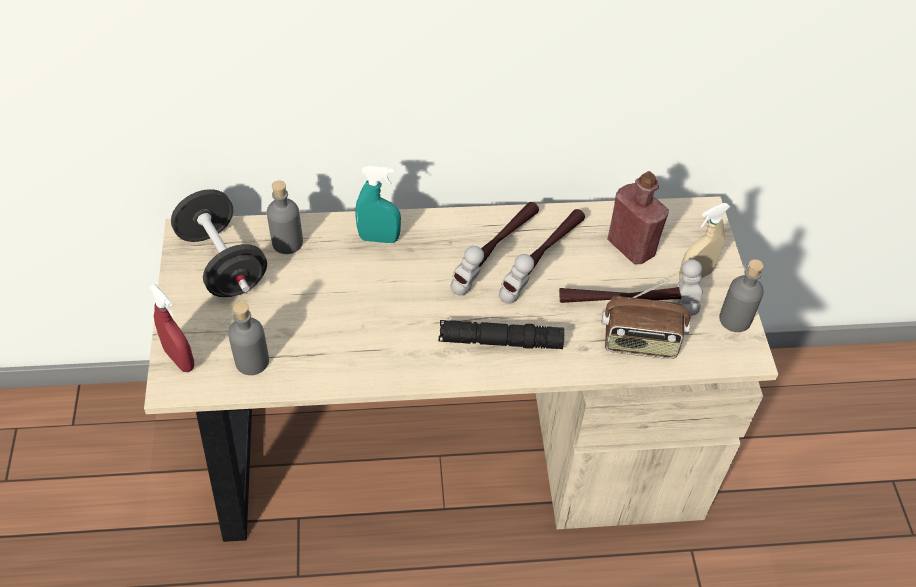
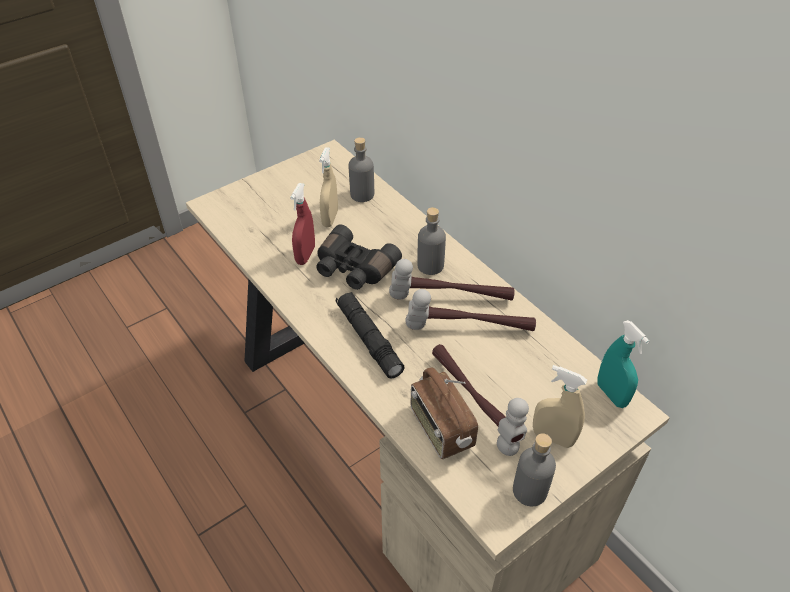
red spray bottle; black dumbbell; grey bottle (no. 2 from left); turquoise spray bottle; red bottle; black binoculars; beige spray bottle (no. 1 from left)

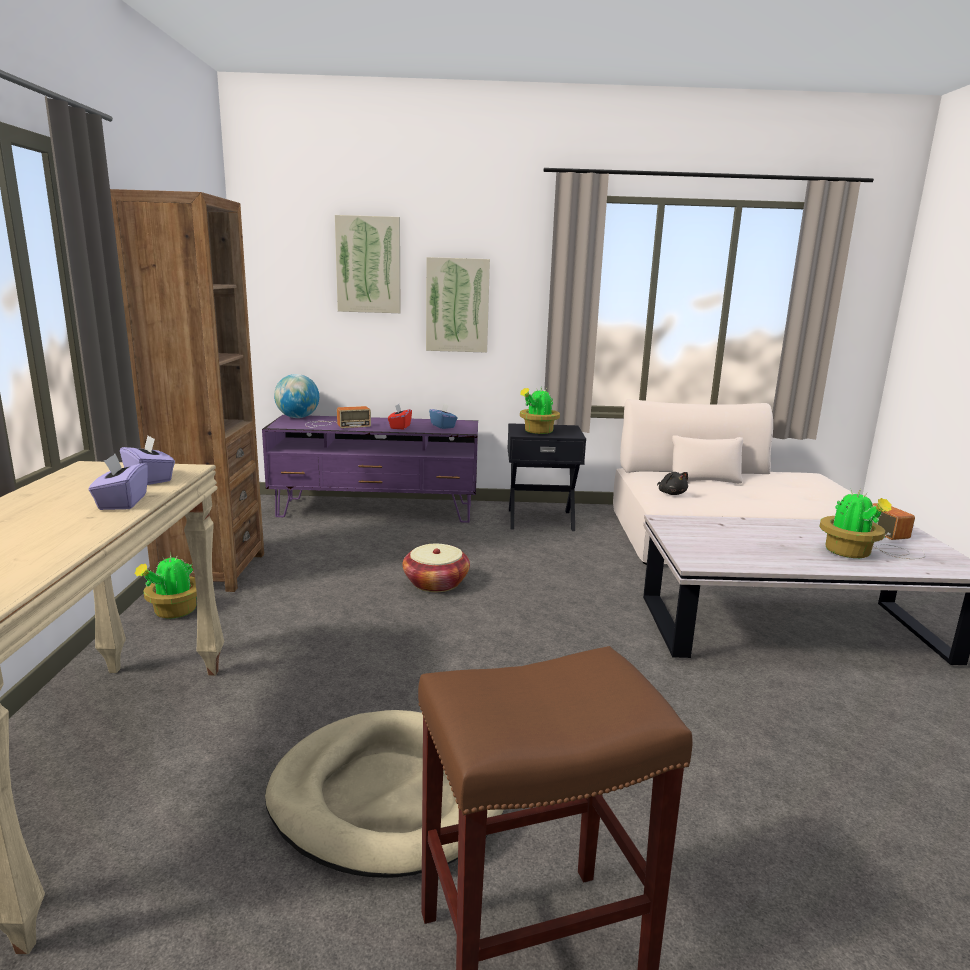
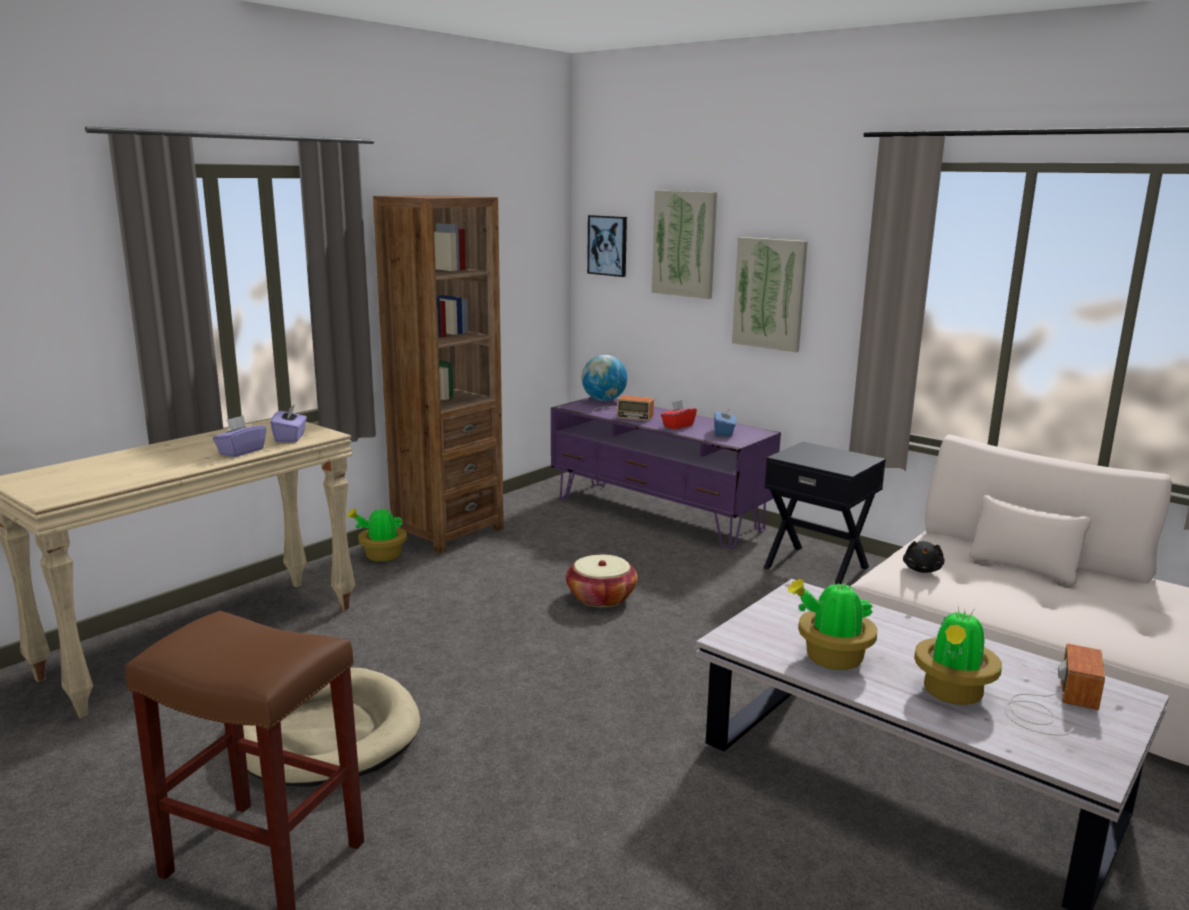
potted plant (no. 2 from left); picture (no. 1 from left)

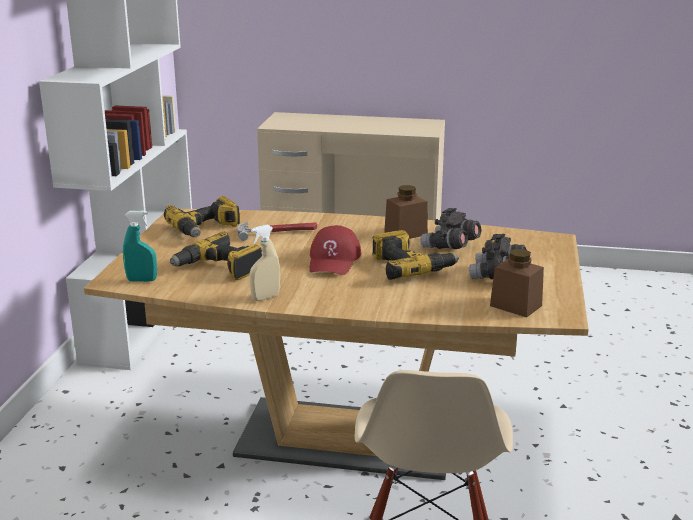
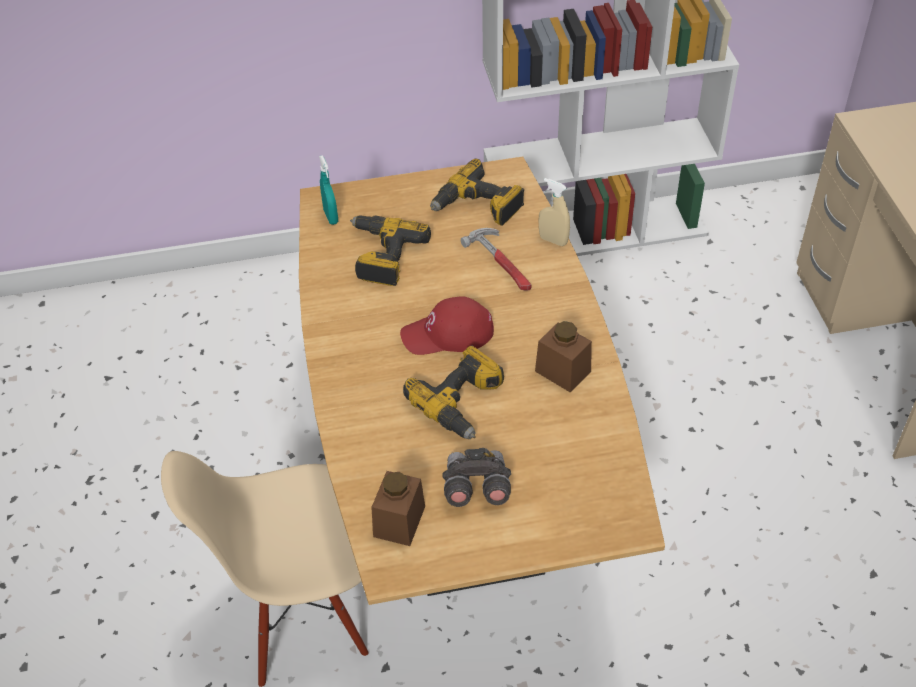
beige spray bottle; grey binoculars (no. 1 from left in the first image)

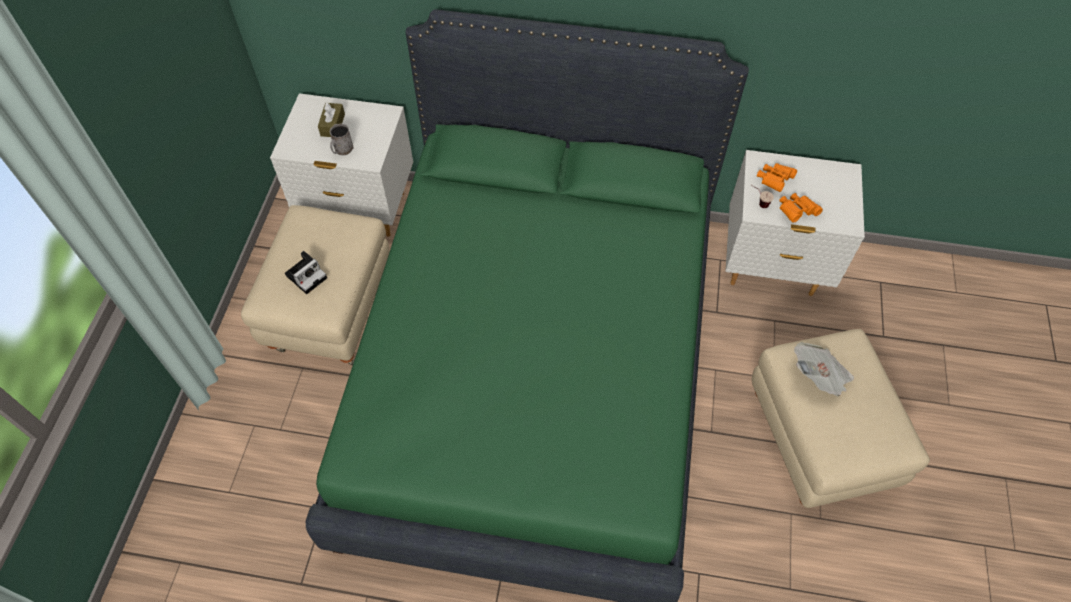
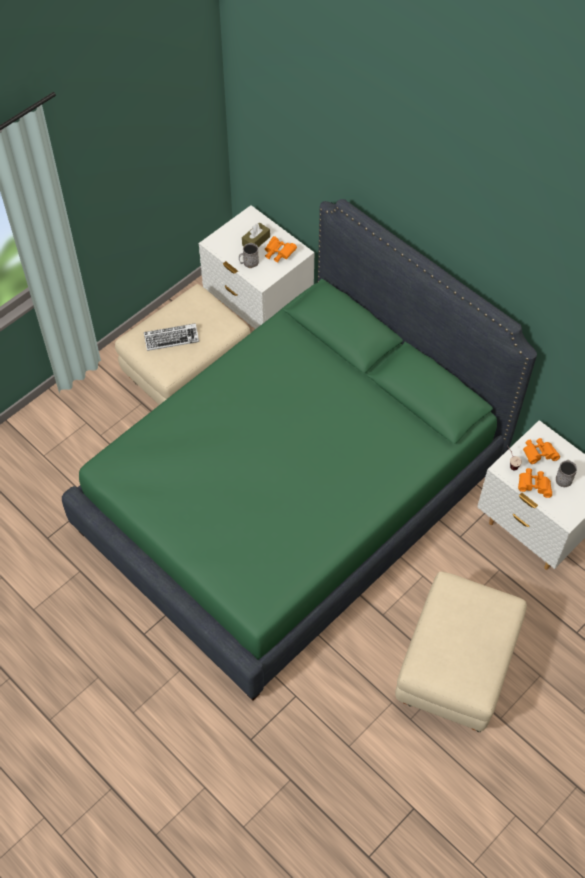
keyboard; newspaper; orange binoculars (no. 1 from left); grey mug (no. 2 from left)

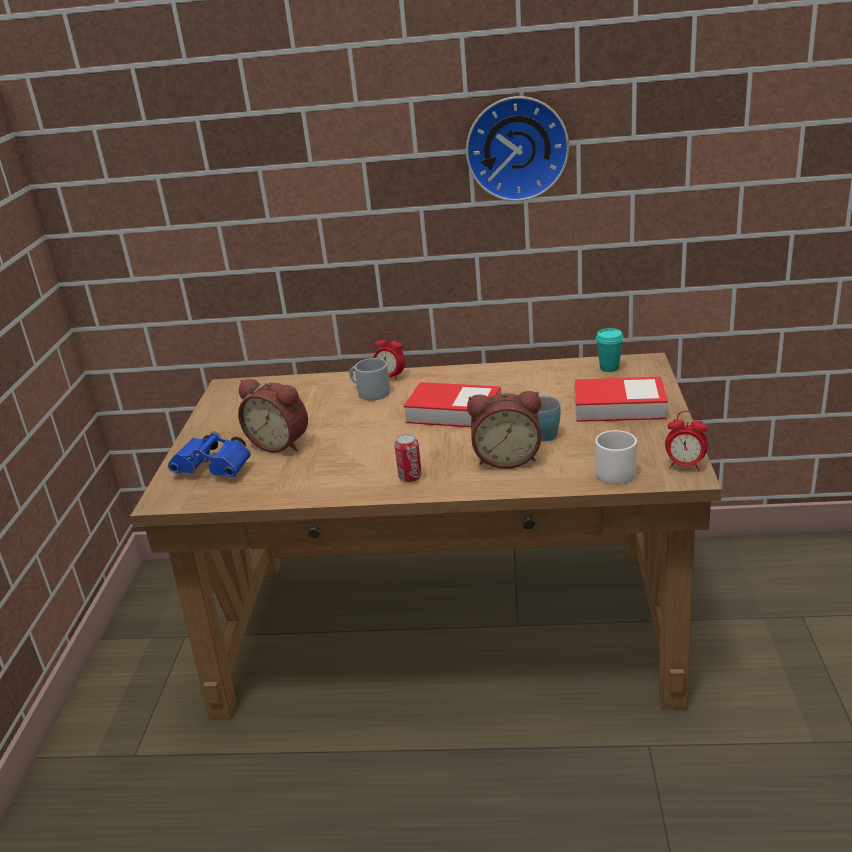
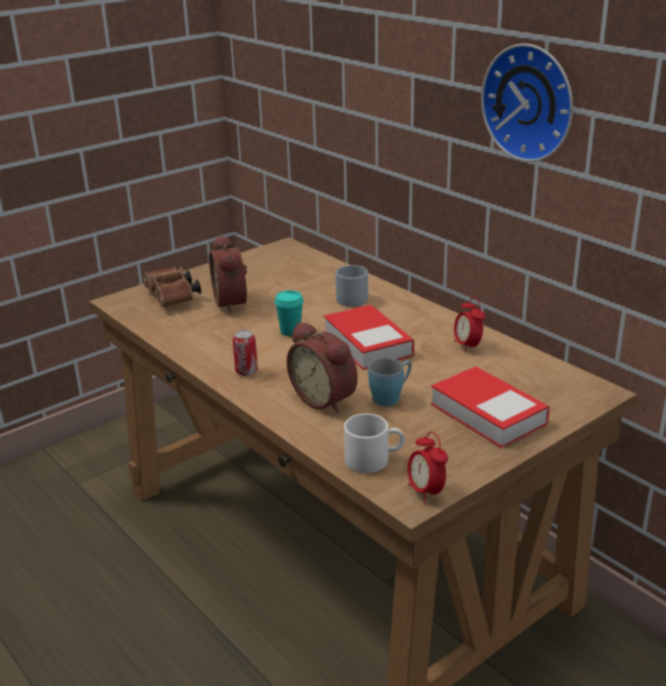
brown binoculars; alarm clock (no. 4 from left); turquoise cup

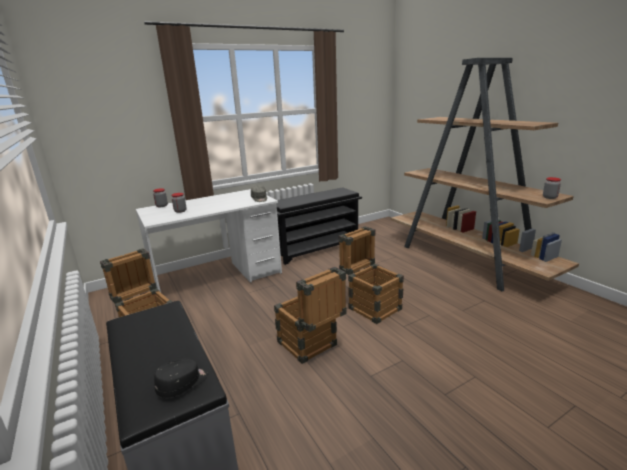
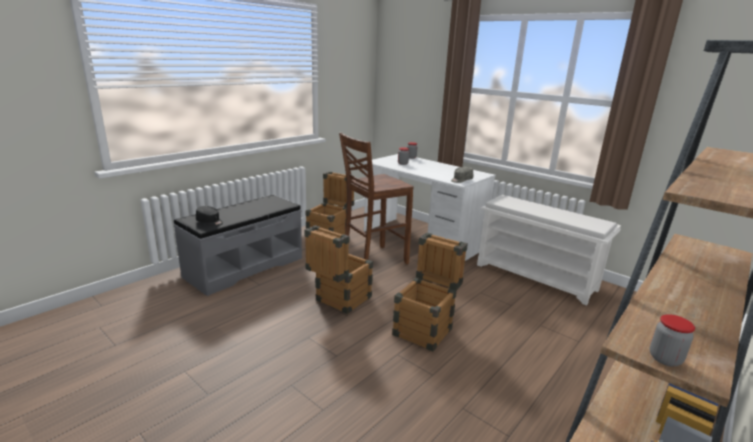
white shoe rack; brown stool

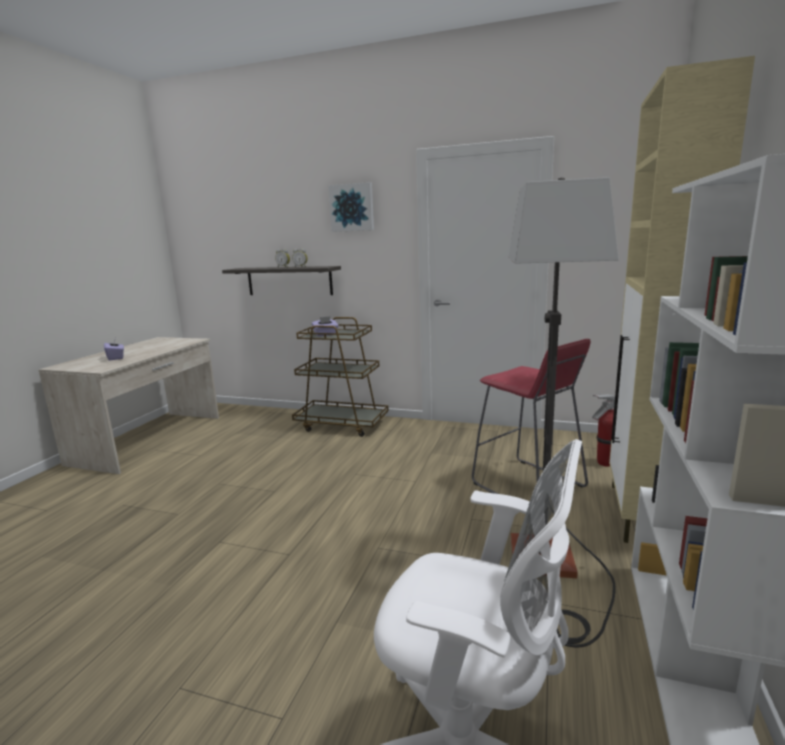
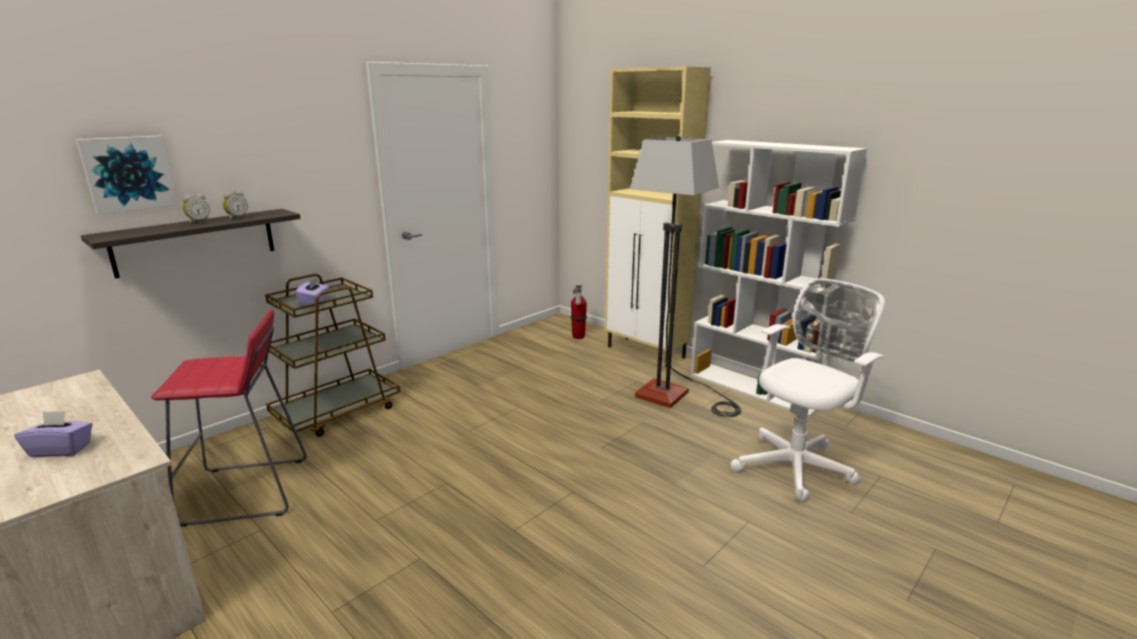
picture; red stool

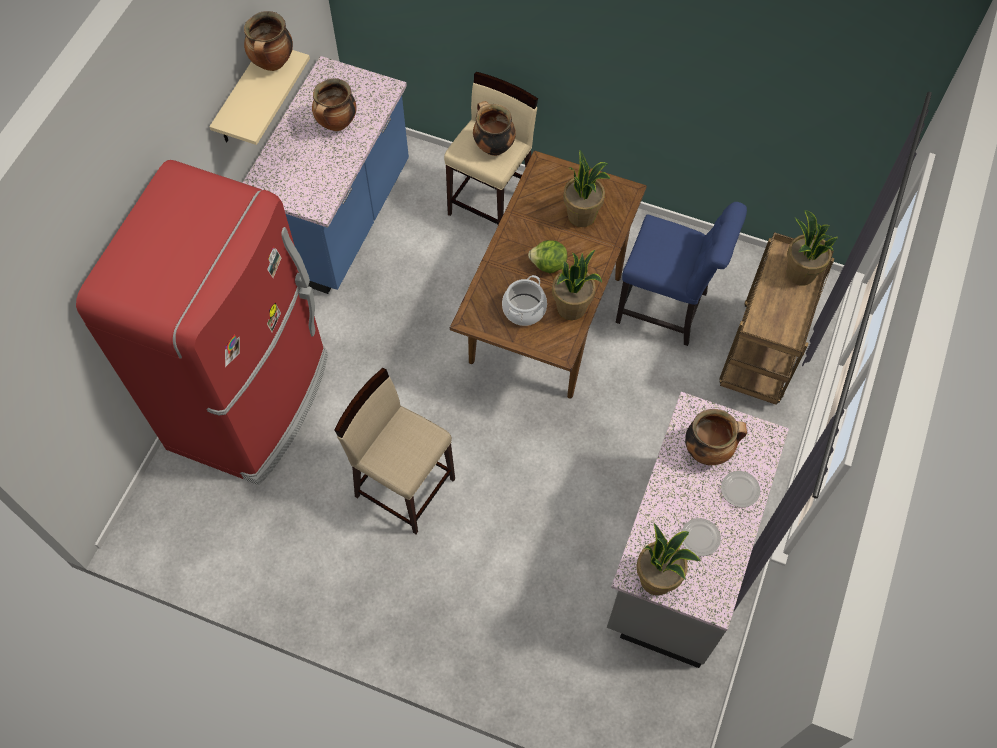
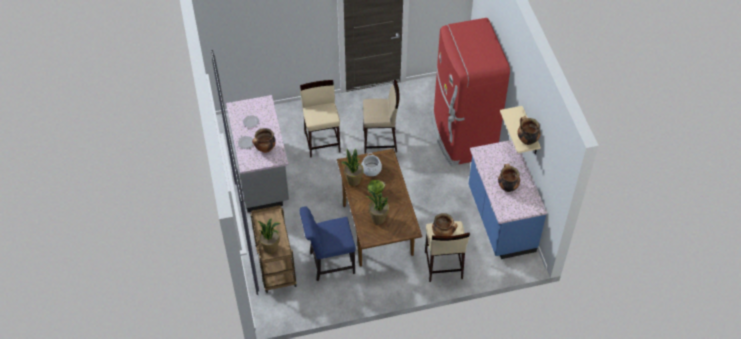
potted plant (no. 3 from left in the first image); beige stool (no. 1 from left)

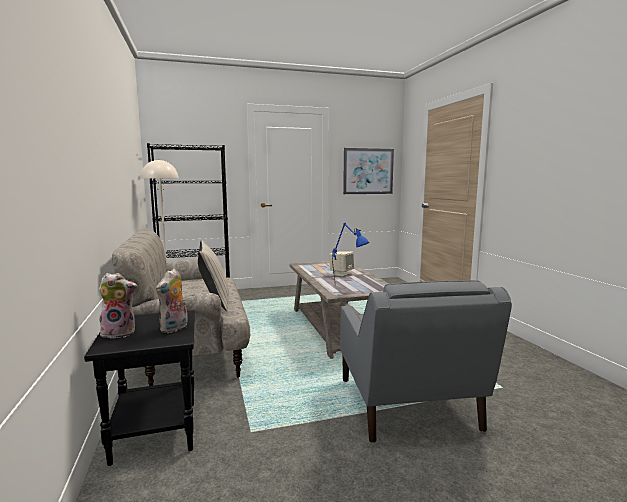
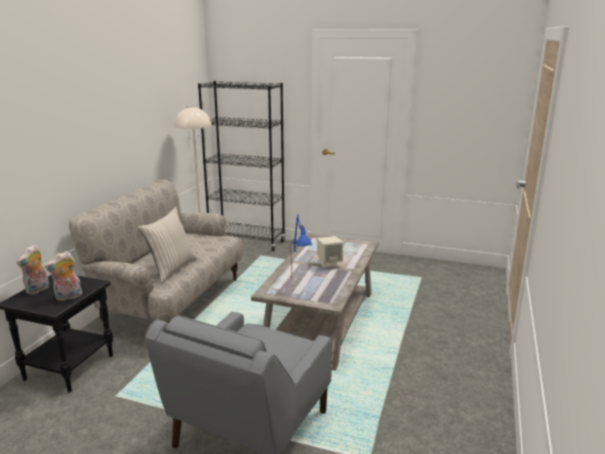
plush toy (no. 1 from left); picture

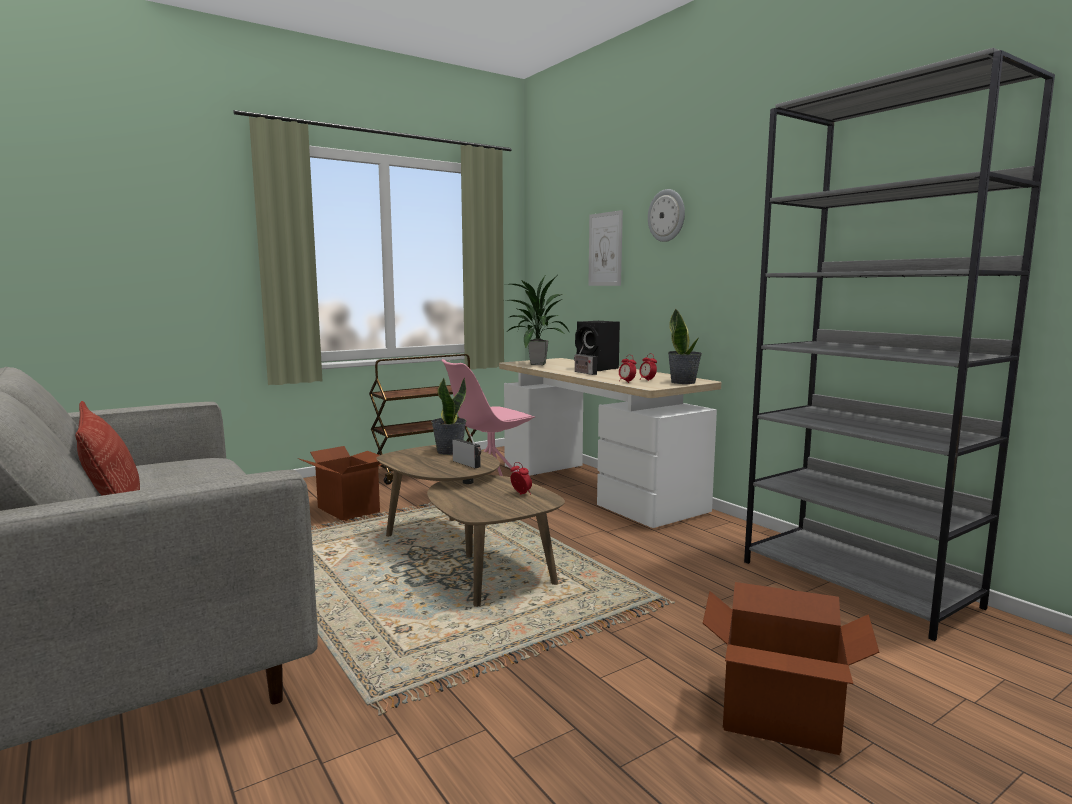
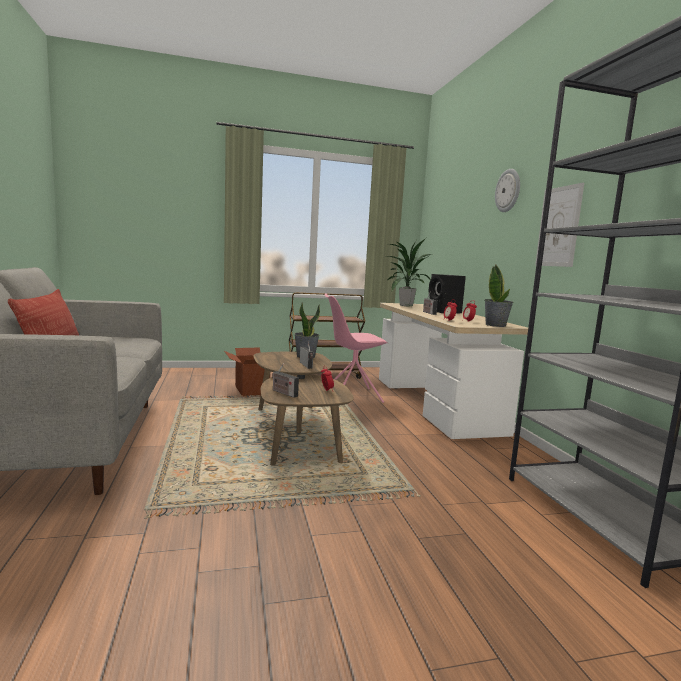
picture; cardboard box (no. 2 from left in the first image); radio (no. 1 from left)

